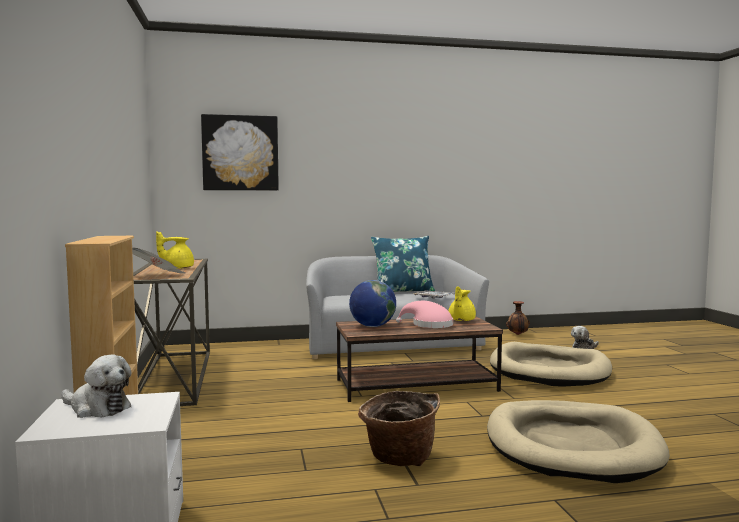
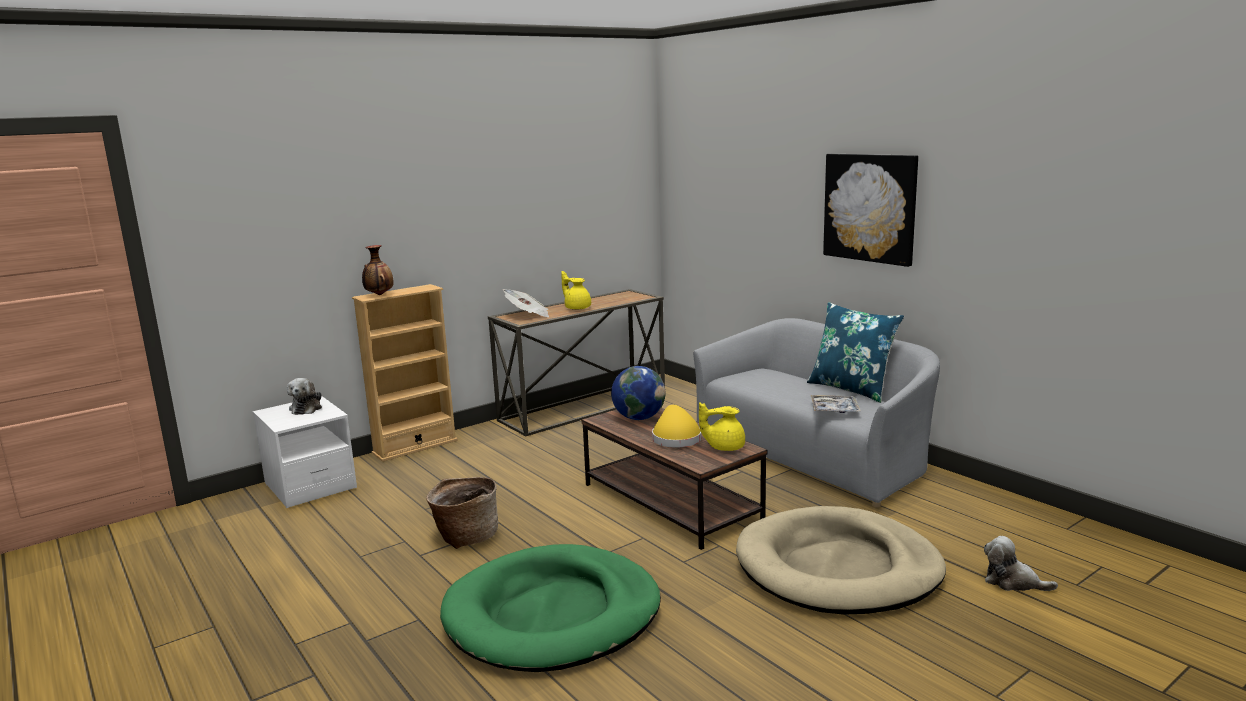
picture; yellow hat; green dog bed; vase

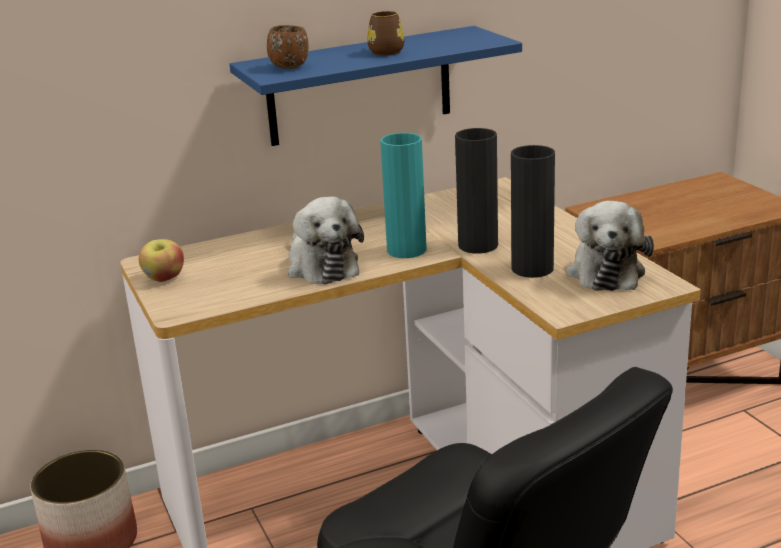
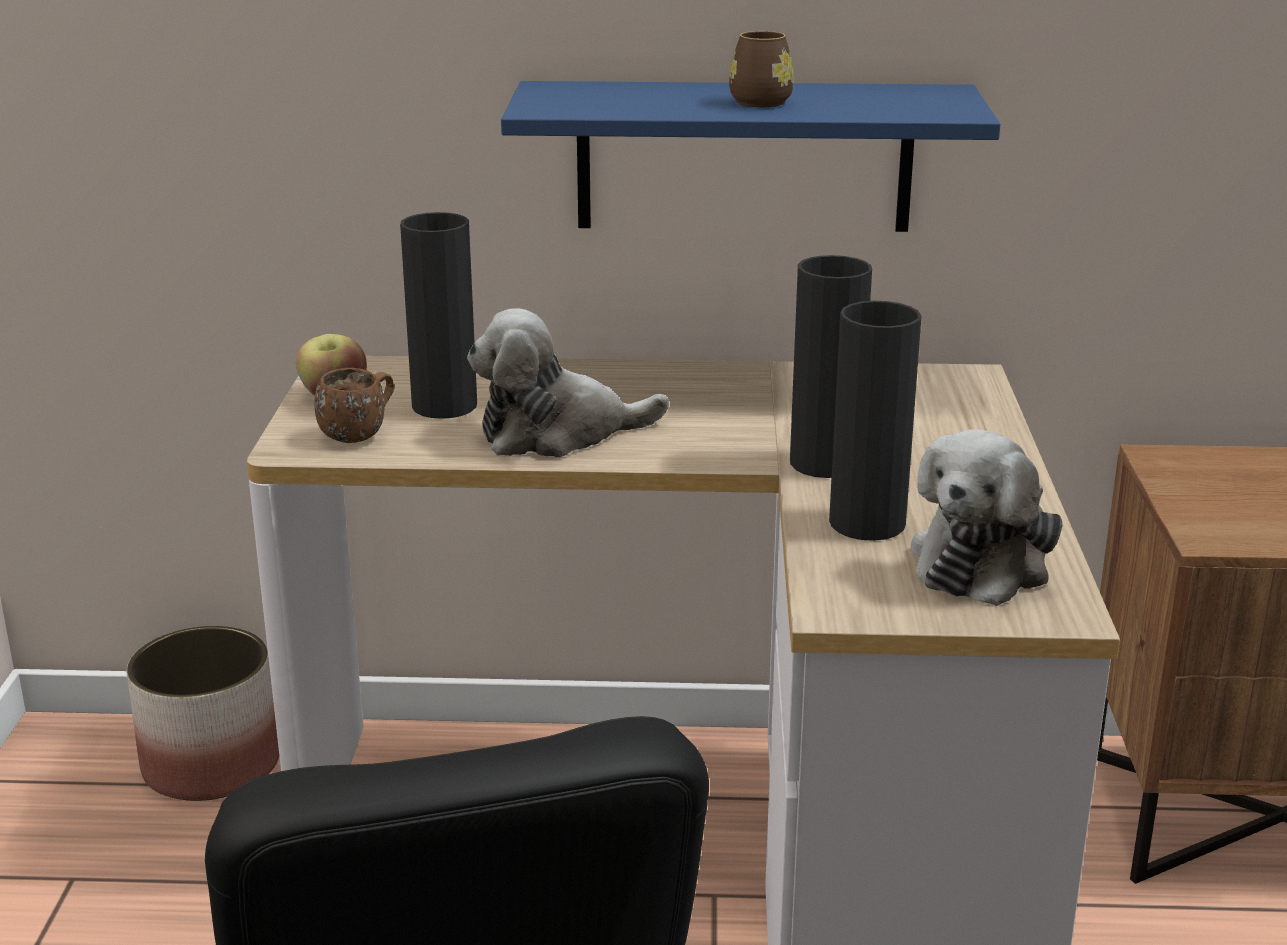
brown mug (no. 1 from left); plush toy (no. 1 from left); turquoise vase; black vase (no. 1 from left)

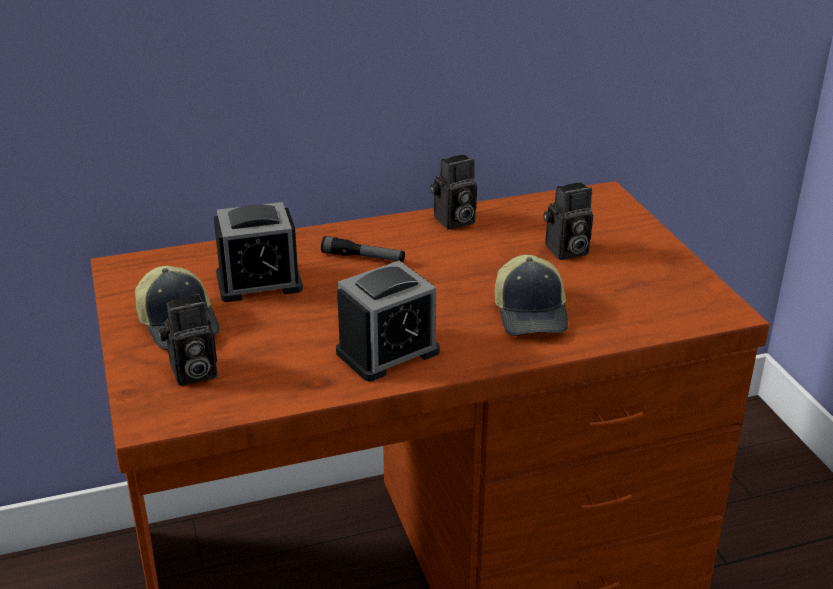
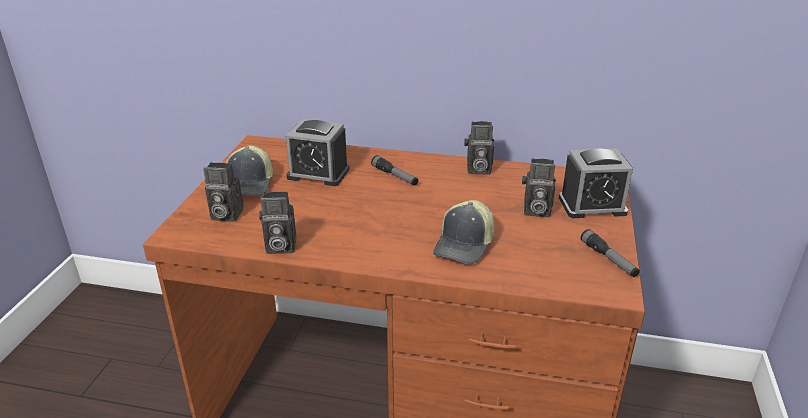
alarm clock (no. 2 from left); photo camera (no. 2 from left); flashlight (no. 2 from left)

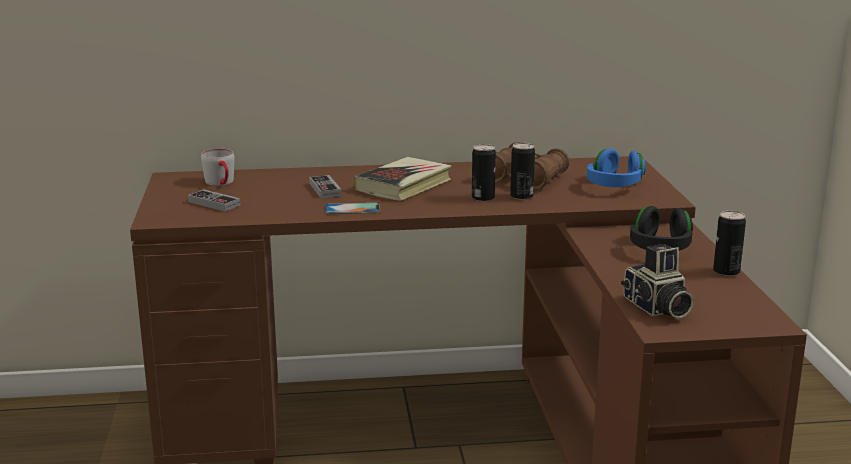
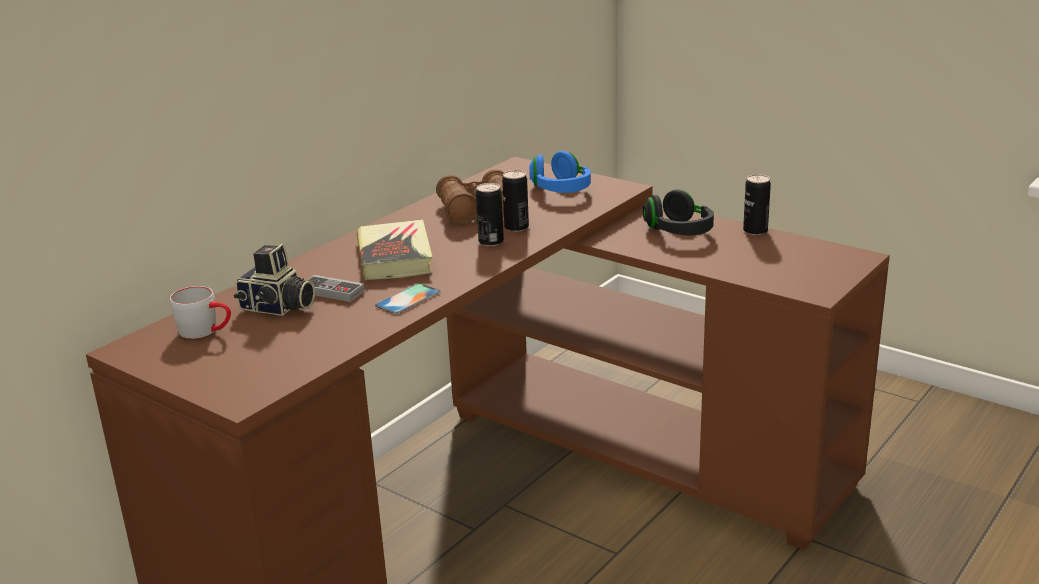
game controller (no. 1 from left in the first image); photo camera

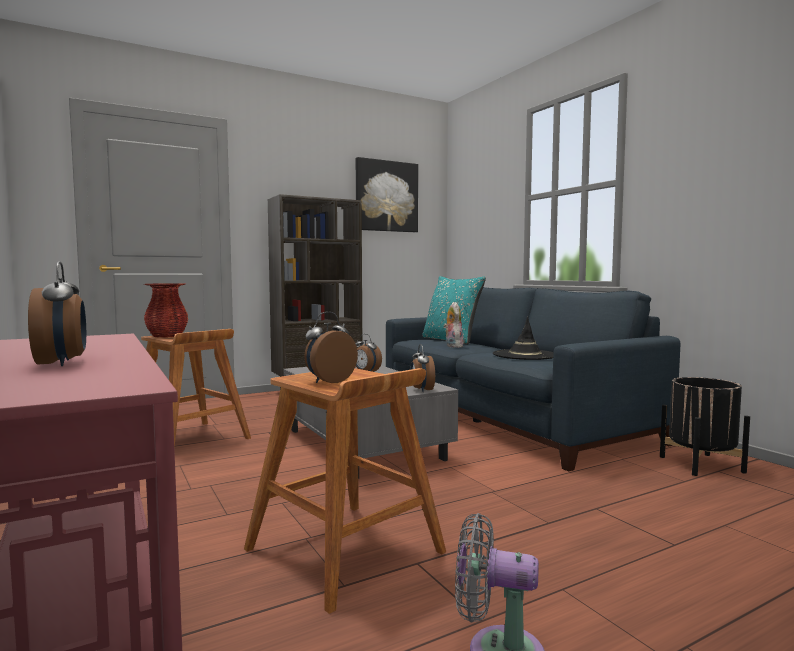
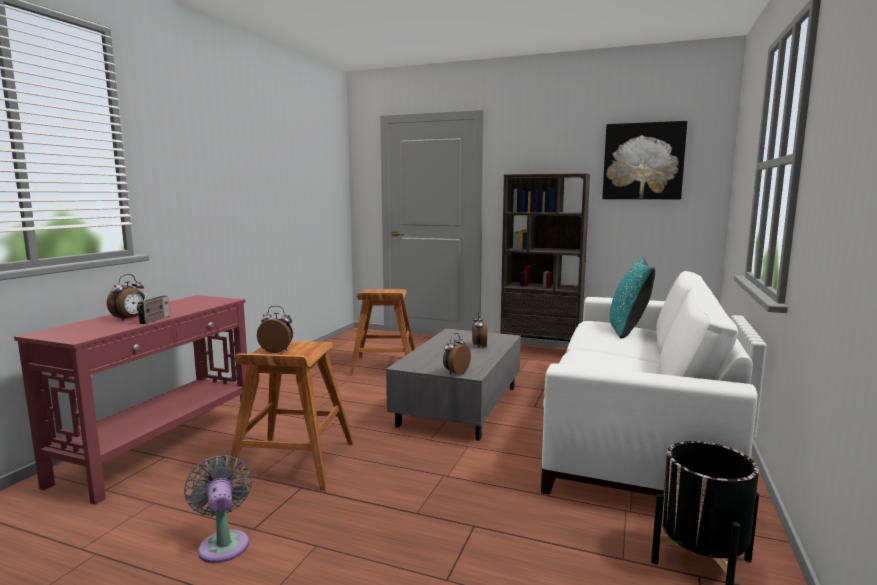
red vase; white sofa; plush toy; black hat; radio

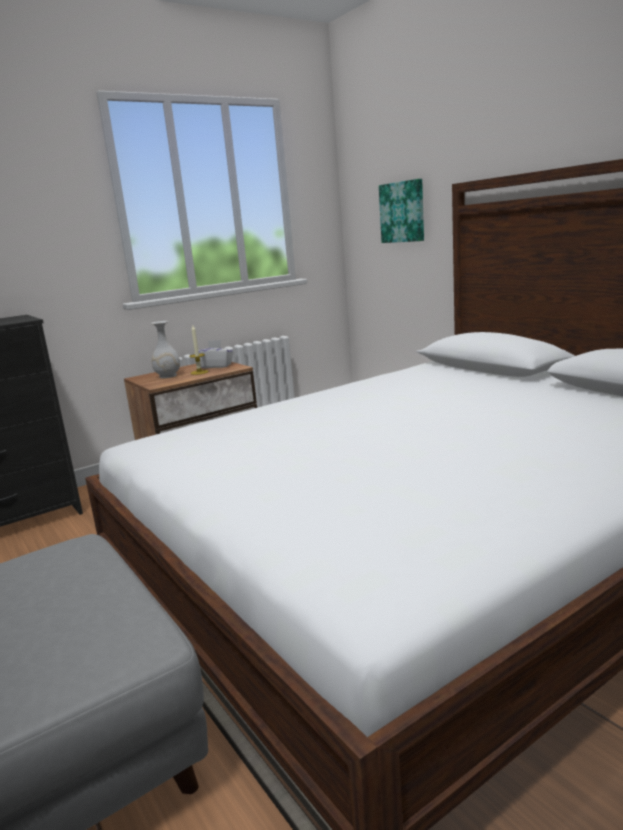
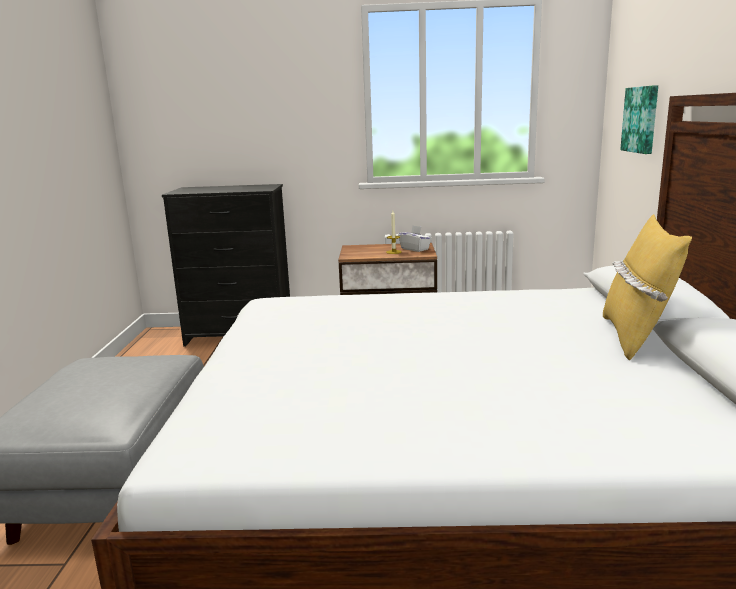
white vase; yellow pillow

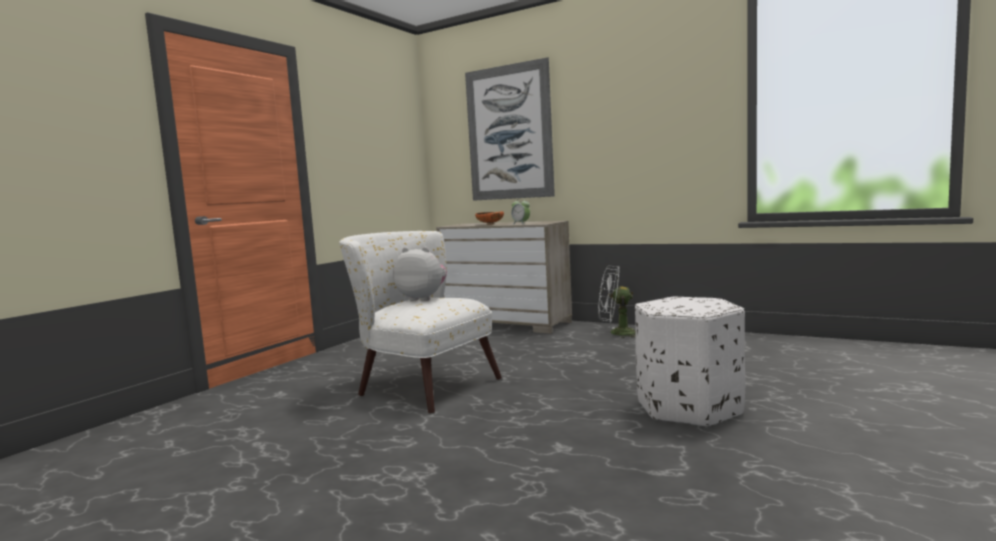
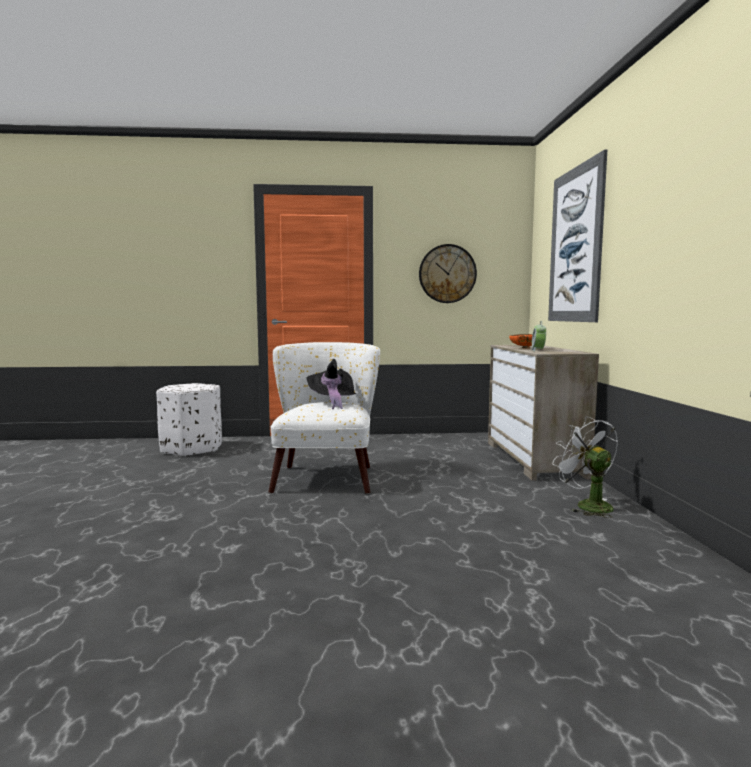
black hat; white ottoman; wall clock

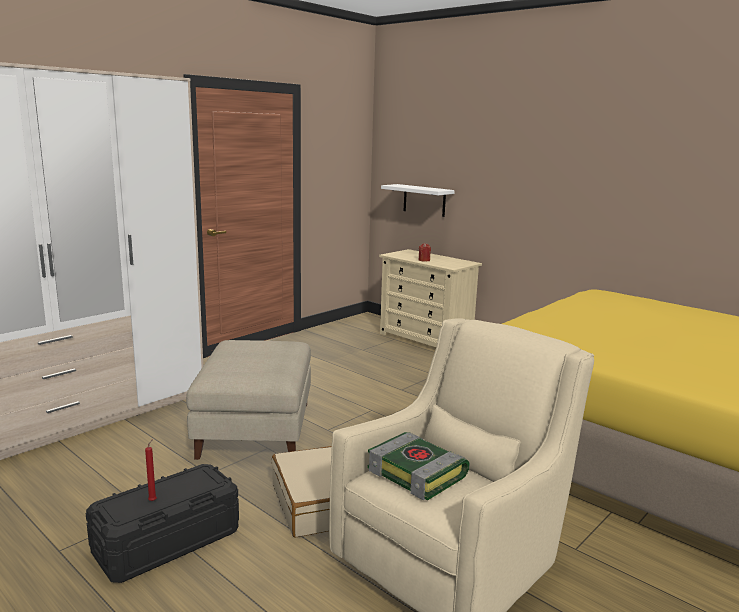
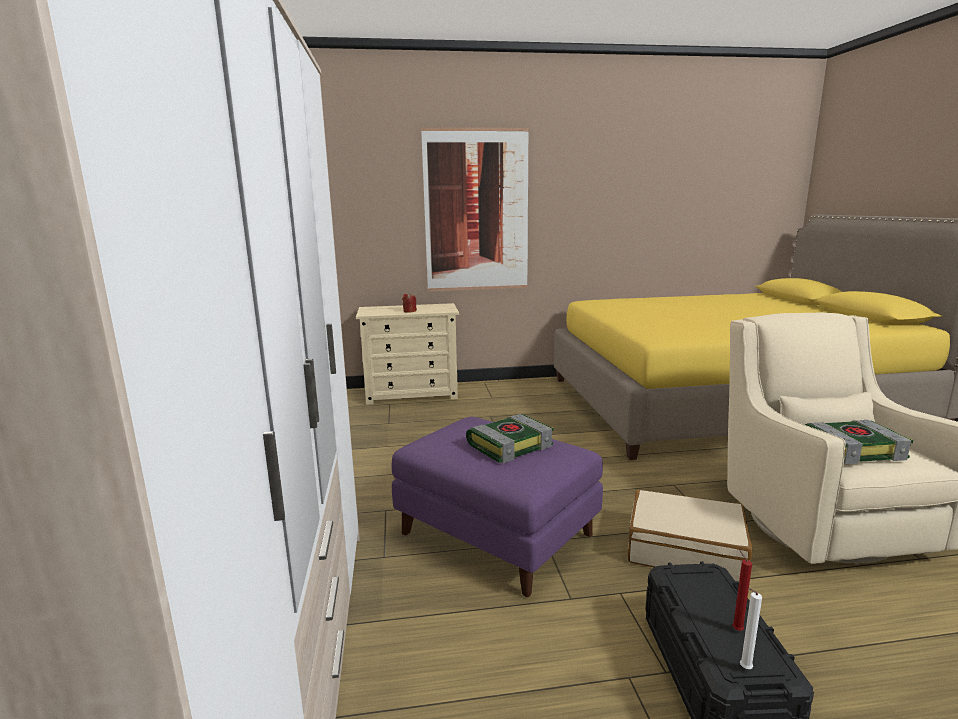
purple ottoman; white shelf; picture; book (no. 1 from left); white candle

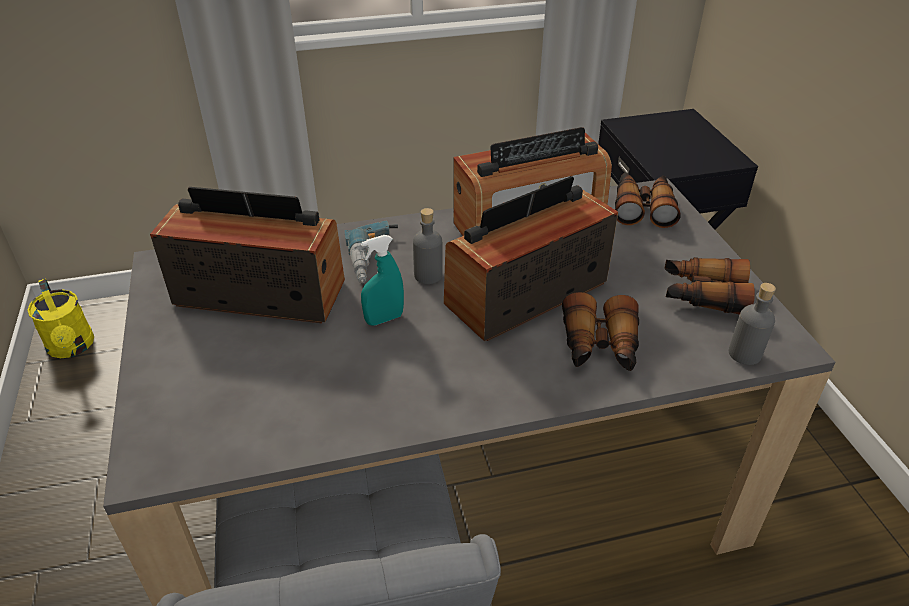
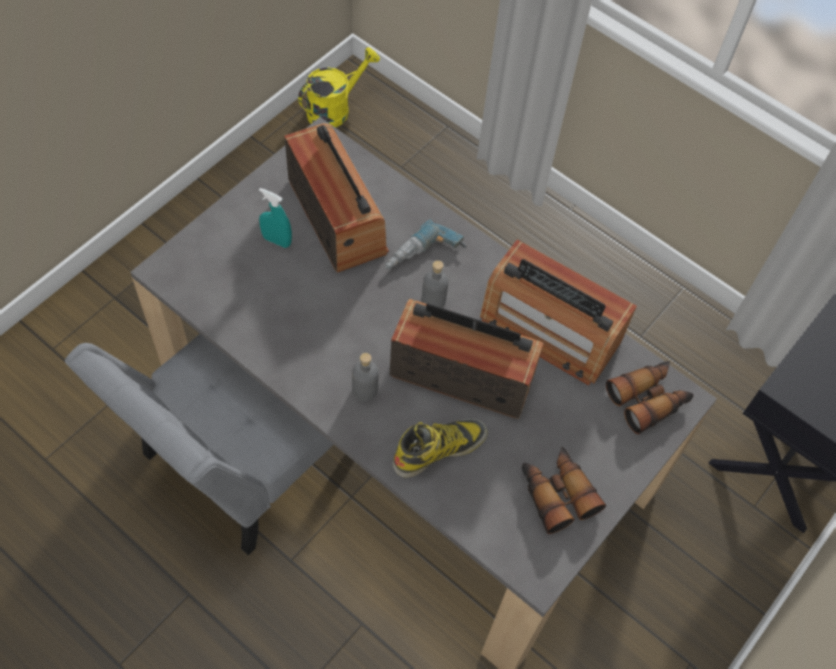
yellow watering can; turquoise spray bottle; boot; grey bottle (no. 1 from left)

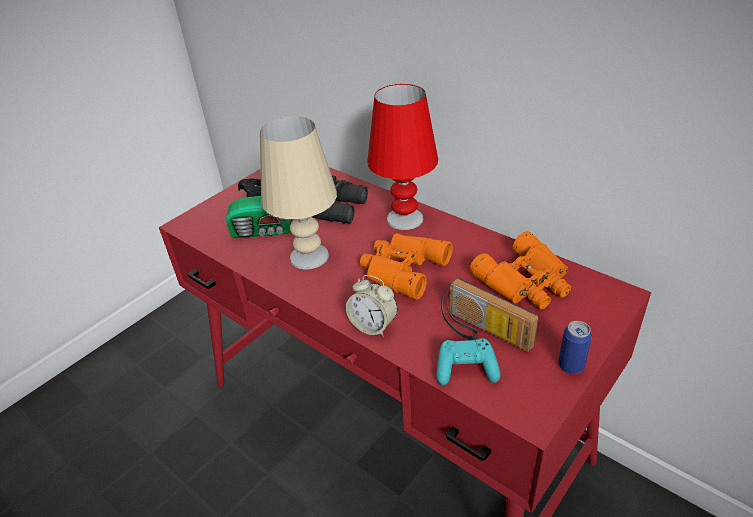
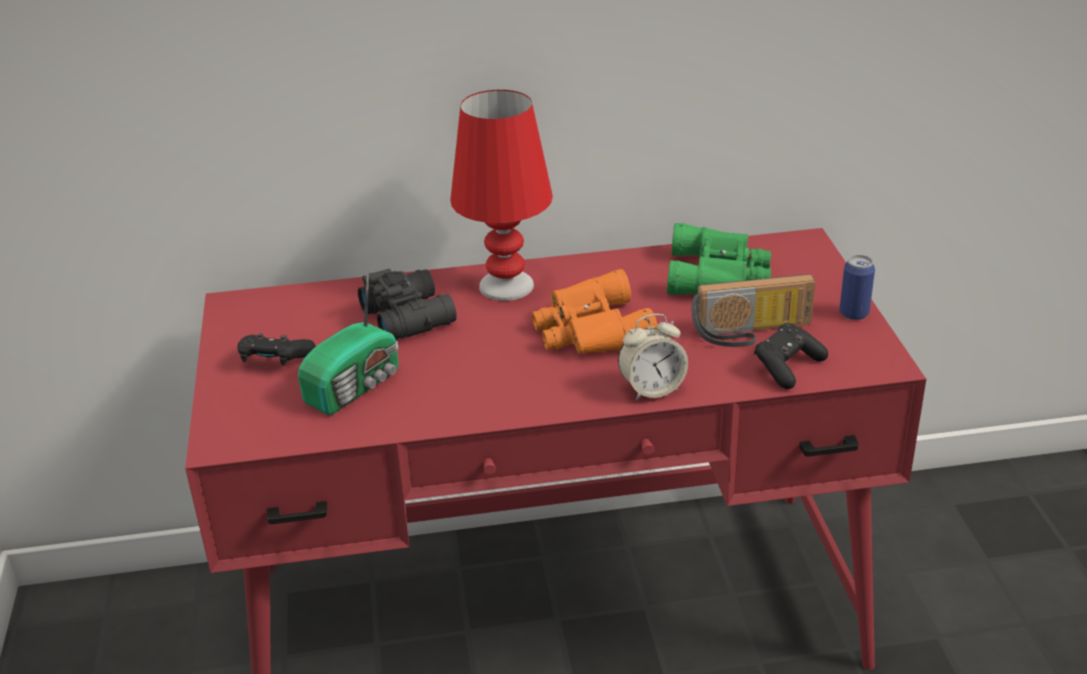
beige table lamp; black game controller (no. 2 from left); green binoculars

